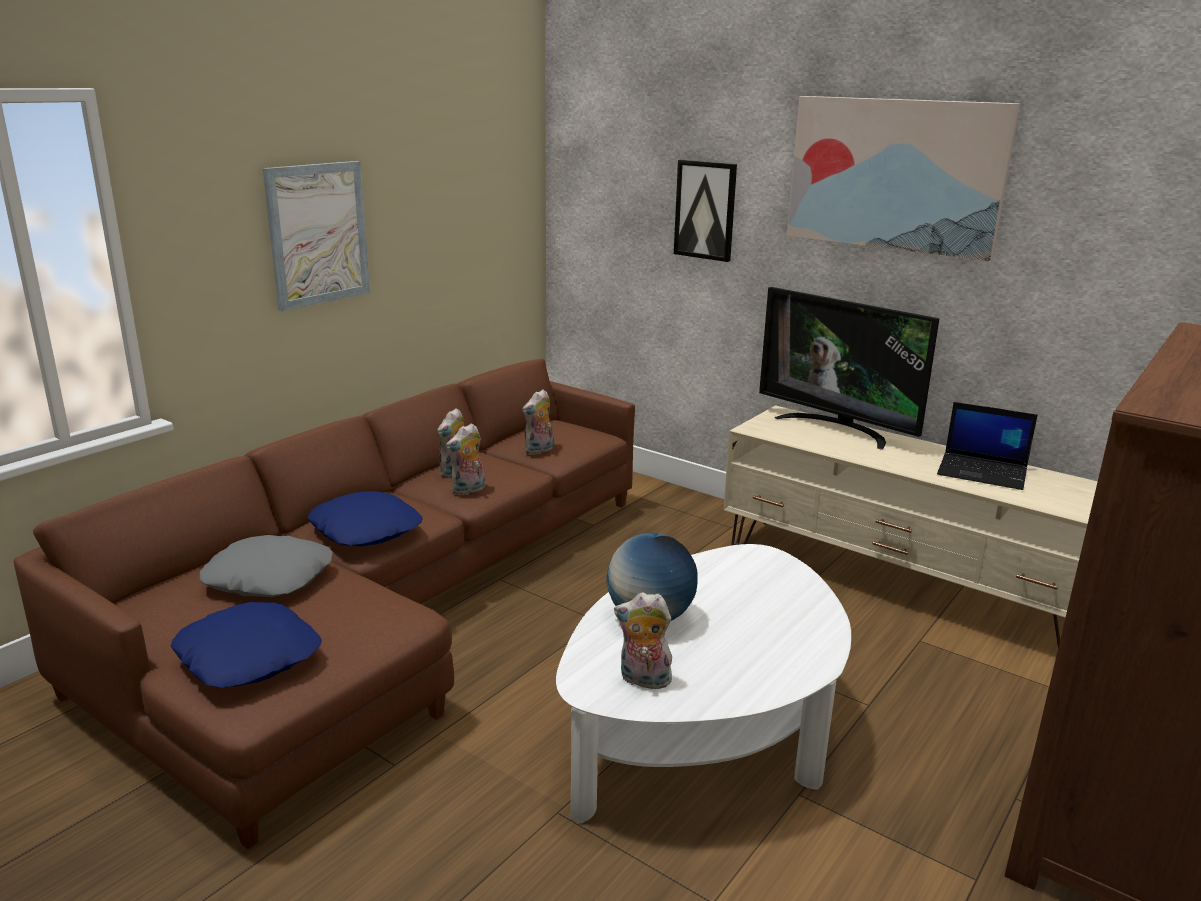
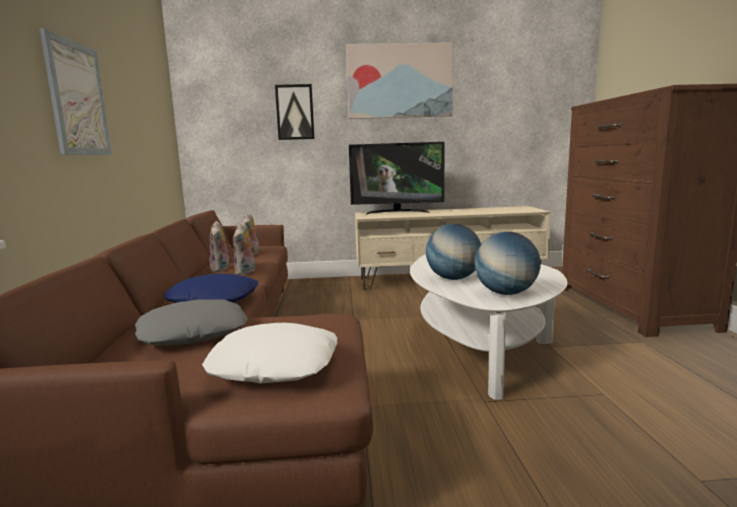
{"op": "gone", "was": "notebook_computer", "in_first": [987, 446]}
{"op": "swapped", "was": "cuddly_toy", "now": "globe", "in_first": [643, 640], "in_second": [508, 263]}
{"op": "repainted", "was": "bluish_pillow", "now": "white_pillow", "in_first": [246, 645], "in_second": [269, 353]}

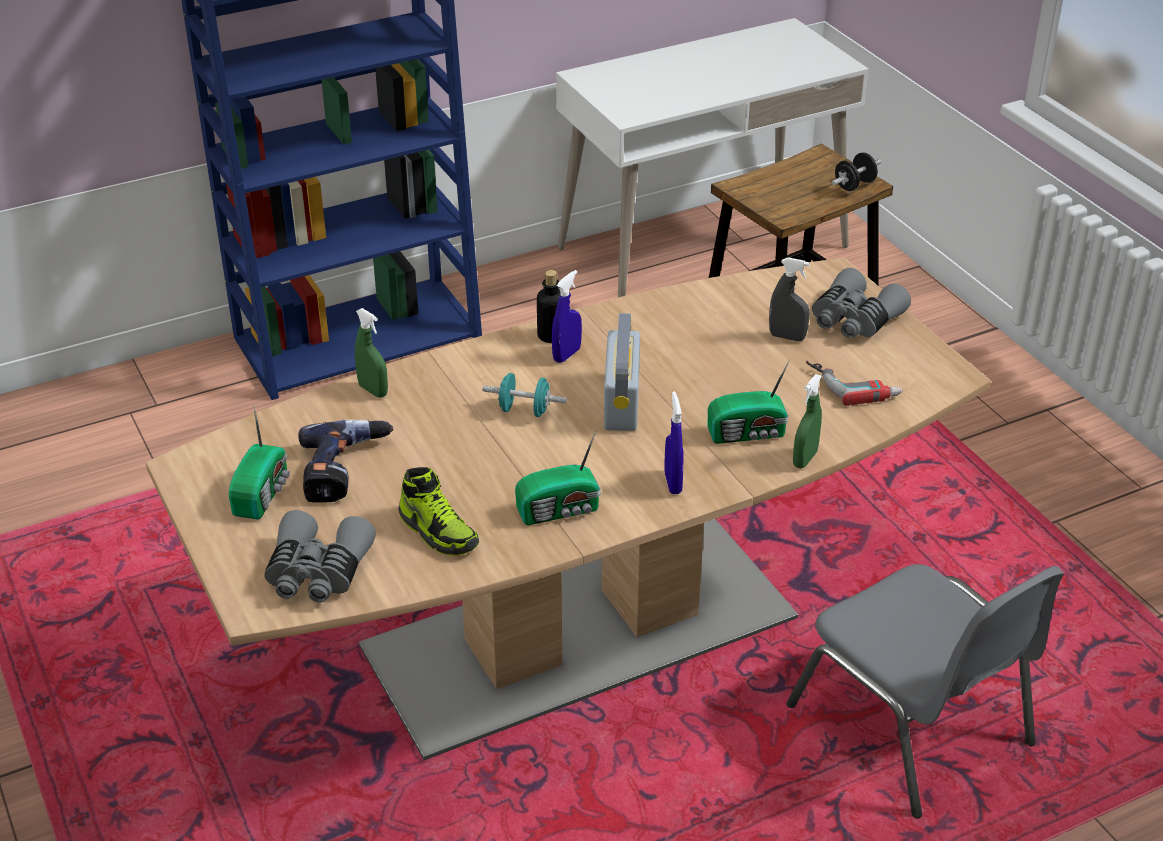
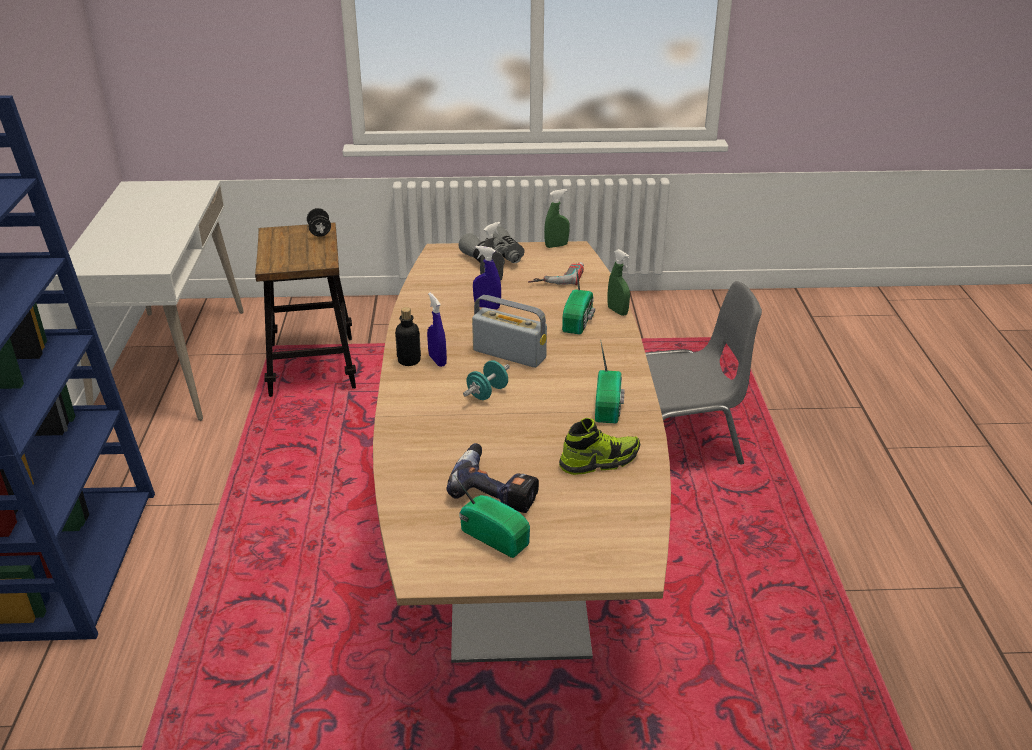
{"op": "shifted", "was": "greenish_sprayer", "in_first": [371, 353], "in_second": [557, 218]}
{"op": "shifted", "was": "bluish_sprayer", "in_first": [674, 442], "in_second": [487, 277]}
{"op": "gone", "was": "grey_binoculars", "in_first": [320, 556]}

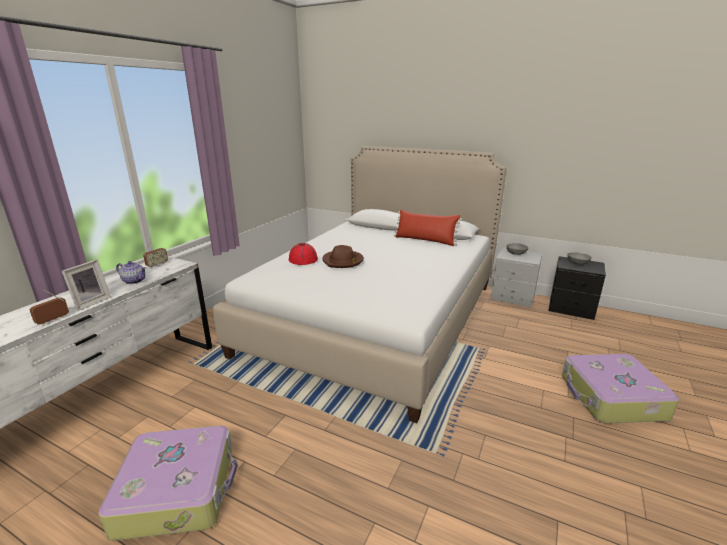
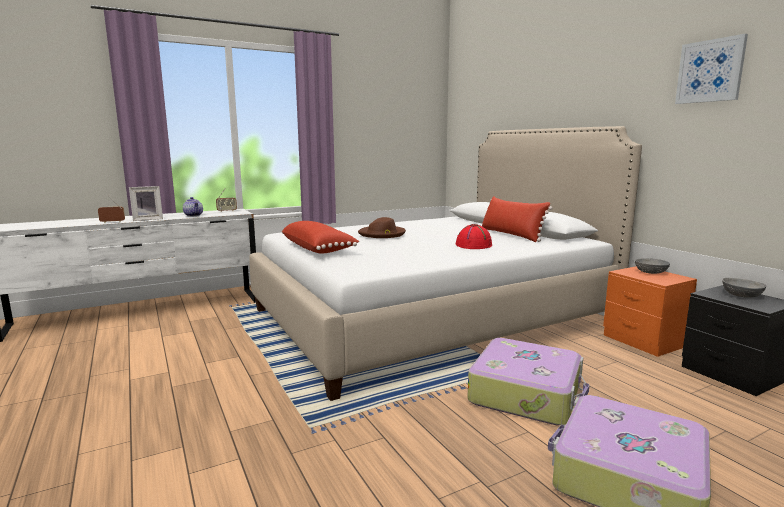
{"op": "shifted", "was": "red-coloured_clothing_hat", "in_first": [303, 254], "in_second": [474, 236]}
{"op": "repainted", "was": "grey_bedside_table", "now": "orangey_bedside_table", "in_first": [516, 278], "in_second": [650, 311]}
{"op": "shifted", "was": "suitcase", "in_first": [168, 483], "in_second": [528, 381]}
{"op": "new", "now": "picture", "in_second": [711, 69]}
{"op": "new", "now": "red-coloured_pillow", "in_second": [320, 237]}

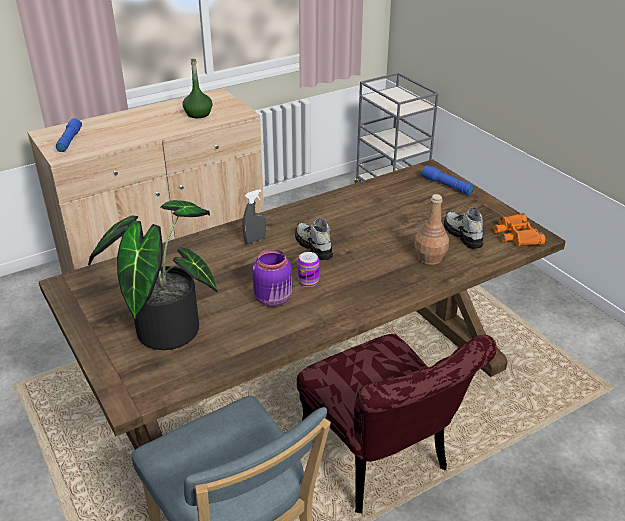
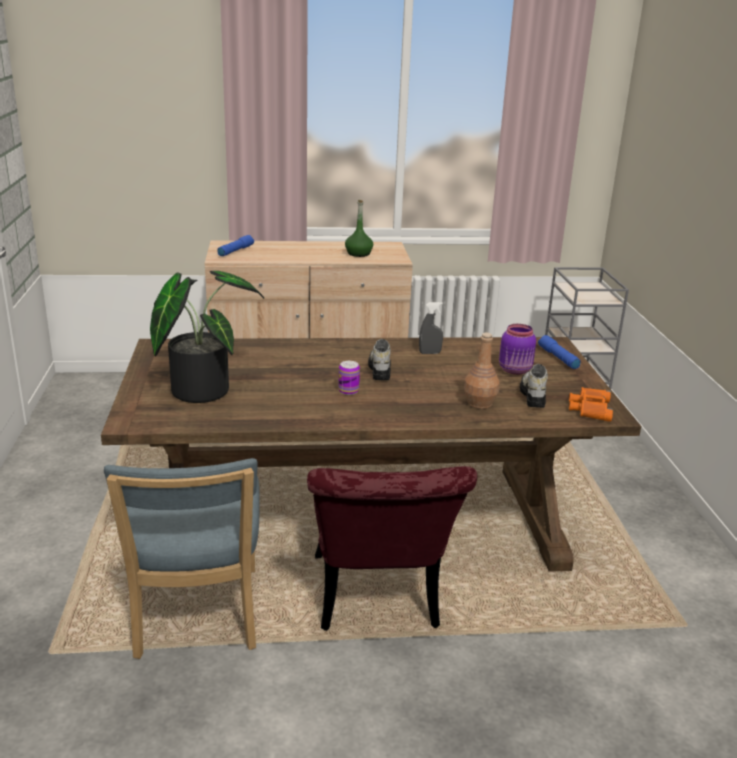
{"op": "shifted", "was": "grey_sprayer", "in_first": [254, 216], "in_second": [431, 328]}
{"op": "shifted", "was": "purplish_jar", "in_first": [272, 278], "in_second": [517, 349]}

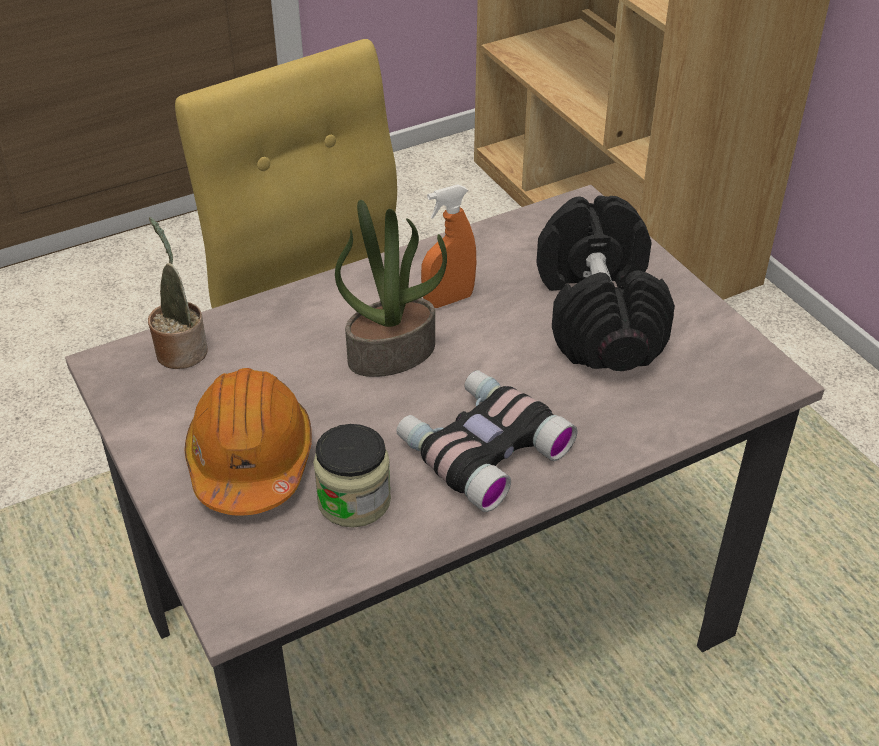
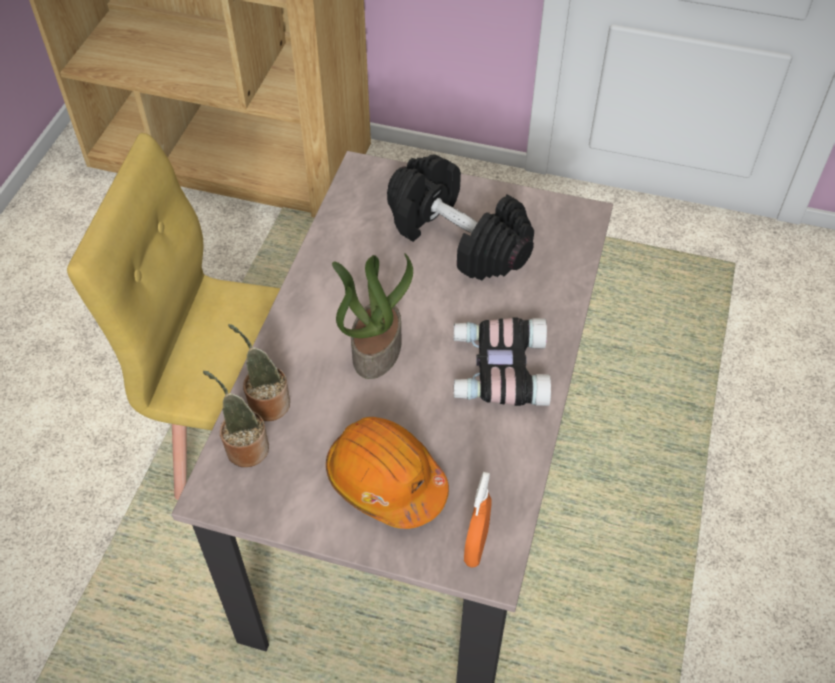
{"op": "shifted", "was": "orangey_sprayer", "in_first": [448, 246], "in_second": [477, 520]}
{"op": "gone", "was": "jar", "in_first": [352, 476]}
{"op": "new", "now": "potted_plant", "in_second": [259, 372]}

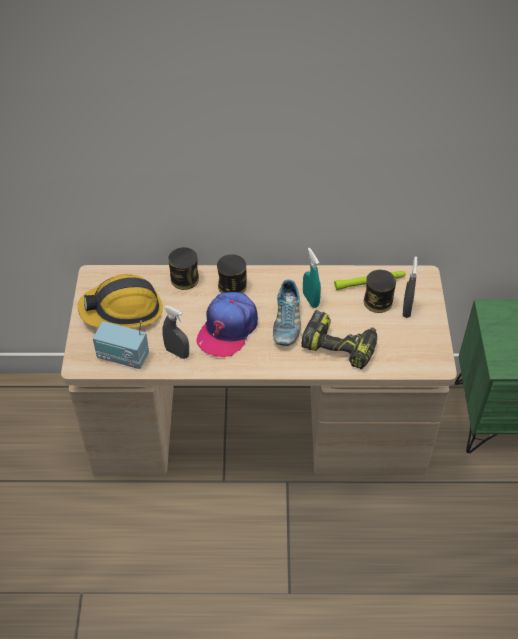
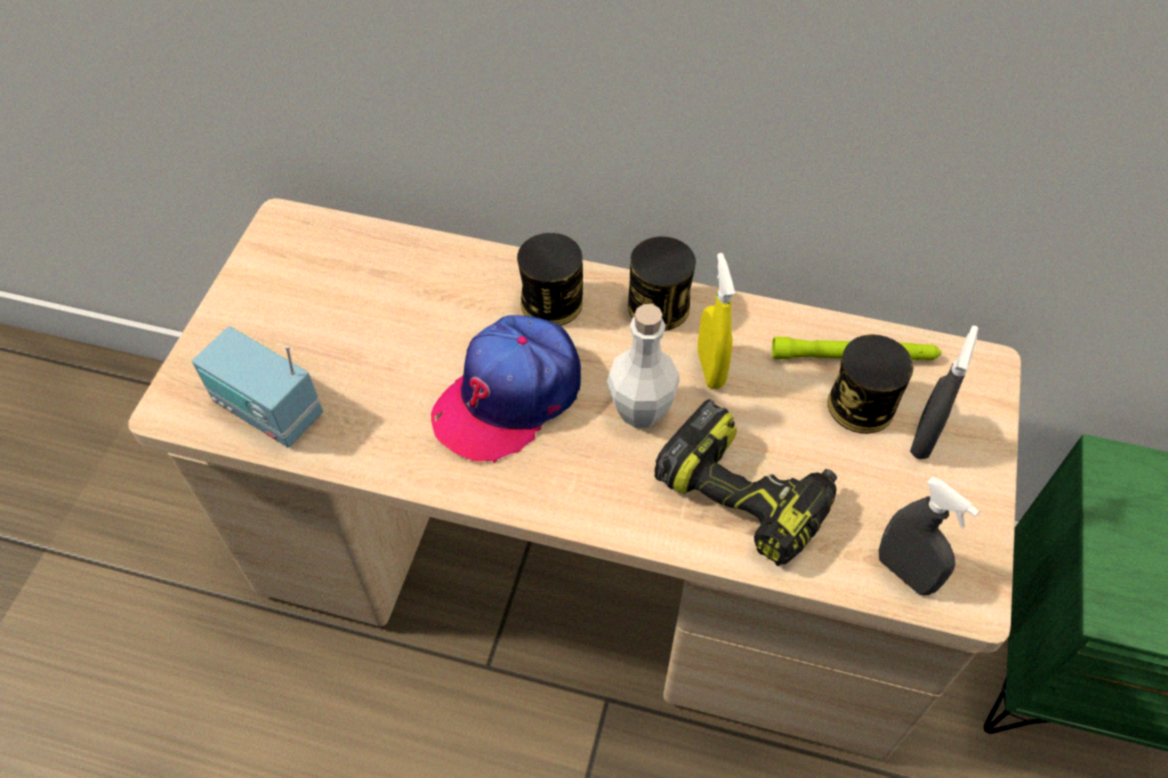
{"op": "shifted", "was": "sealed_can", "in_first": [183, 268], "in_second": [662, 284]}
{"op": "repainted", "was": "blue-green_sprayer", "now": "yellow-coloured_sprayer", "in_first": [312, 278], "in_second": [716, 321]}
{"op": "gone", "was": "work_helmet", "in_first": [120, 301]}
{"op": "swapped", "was": "shoe", "now": "white_beverage_bottle", "in_first": [287, 312], "in_second": [643, 366]}
{"op": "shifted", "was": "grey_sprayer", "in_first": [175, 332], "in_second": [929, 536]}

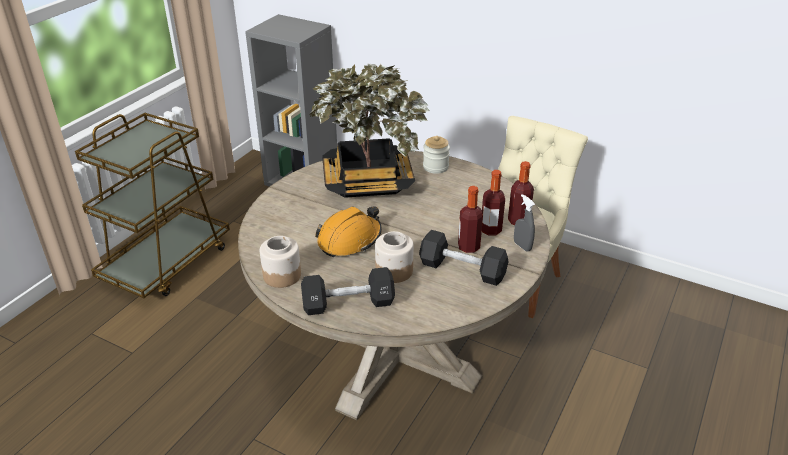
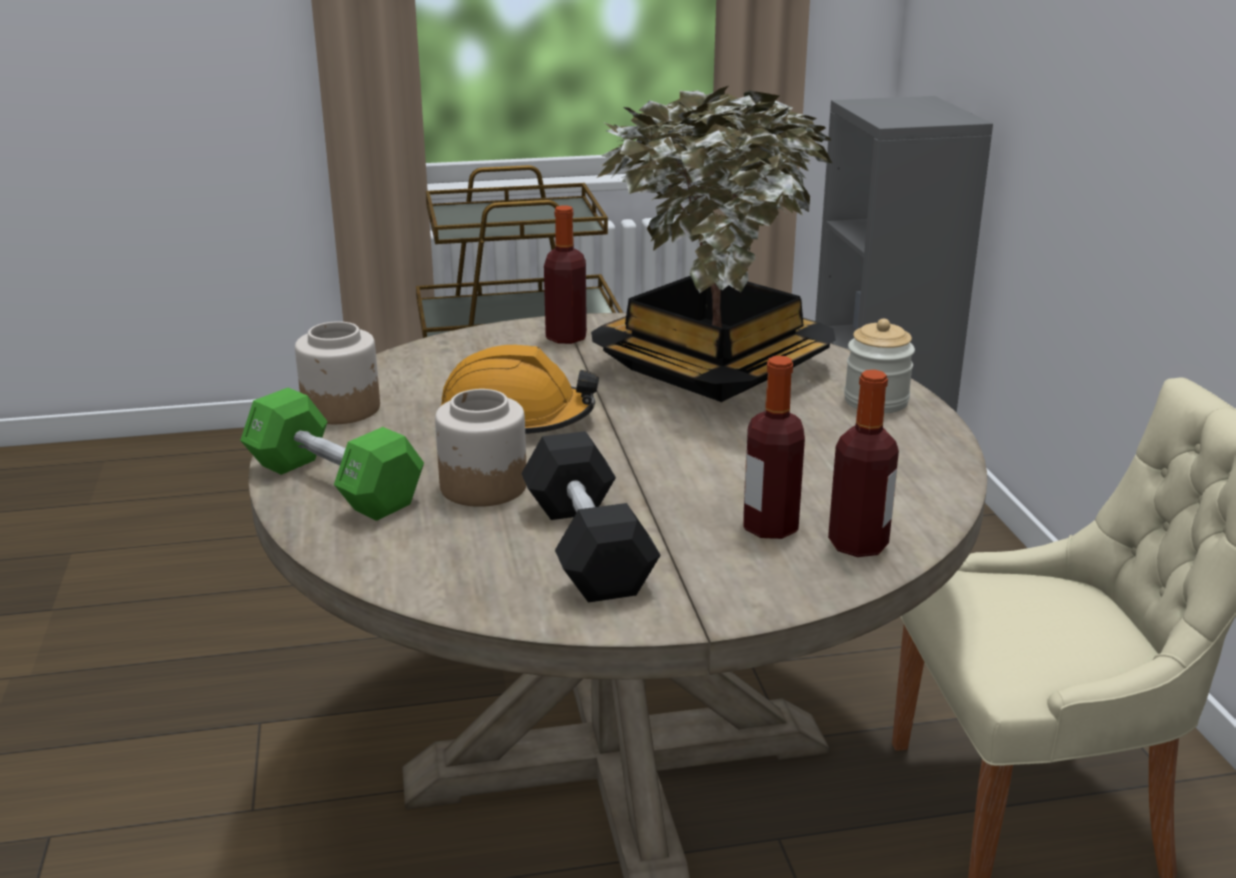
{"op": "shifted", "was": "beverage_bottle", "in_first": [470, 219], "in_second": [565, 275]}
{"op": "gone", "was": "grey_sprayer", "in_first": [524, 223]}
{"op": "repainted", "was": "black_free_weight", "now": "greenish_free_weight", "in_first": [348, 291], "in_second": [332, 454]}

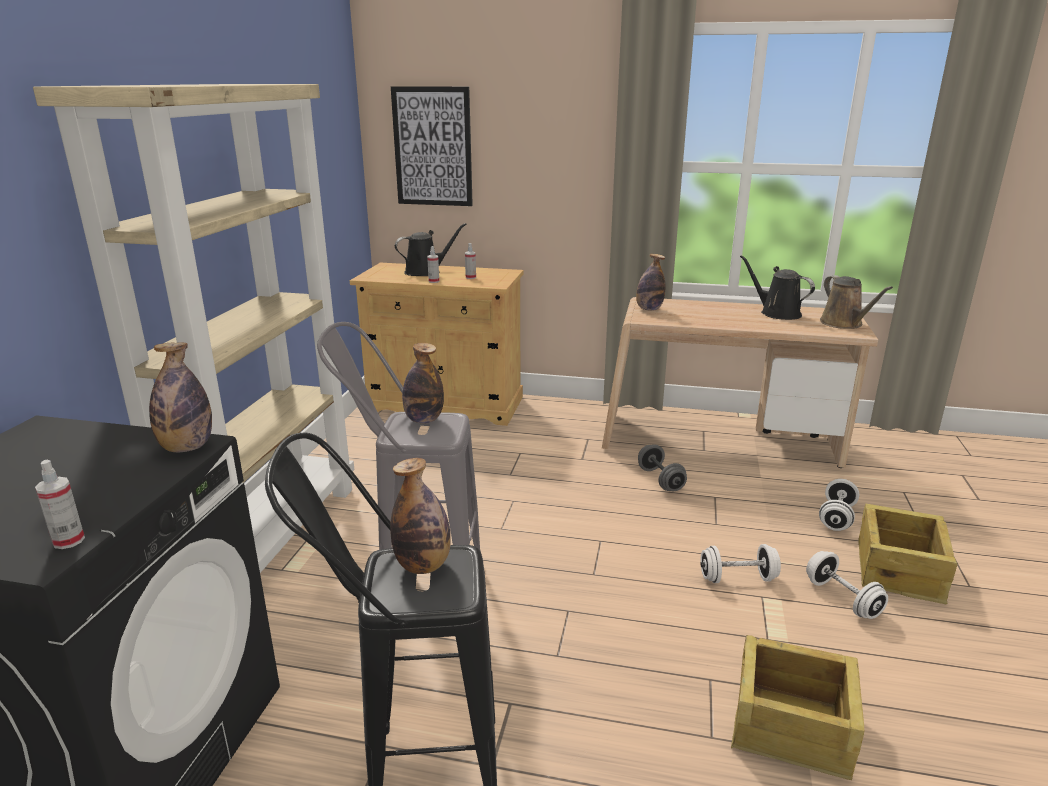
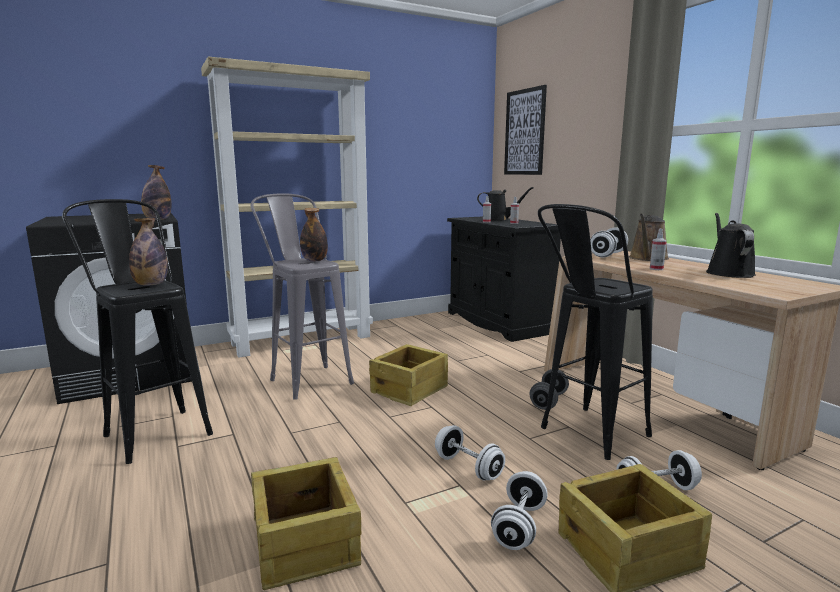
{"op": "swapped", "was": "beverage_bottle", "now": "white_free_weight", "in_first": [650, 282], "in_second": [609, 242]}
{"op": "repainted", "was": "beige-coloured_cabinet", "now": "black_cabinet", "in_first": [437, 344], "in_second": [504, 279]}
{"op": "shifted", "was": "brownish_watering_pot", "in_first": [856, 302], "in_second": [649, 237]}
{"op": "shifted", "was": "sprayer", "in_first": [60, 504], "in_second": [658, 249]}
{"op": "new", "now": "black_stool", "in_second": [595, 332]}
{"op": "new", "now": "packing_crate", "in_second": [408, 375]}

